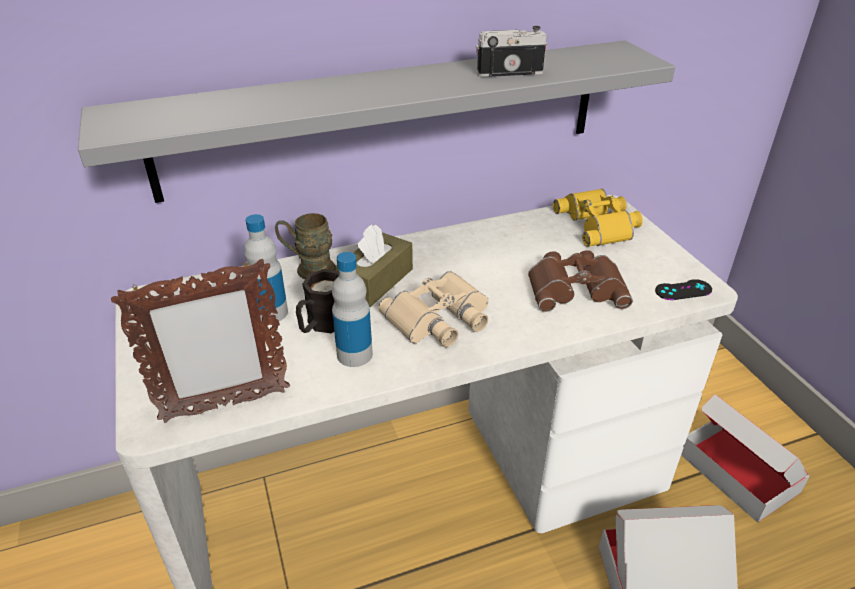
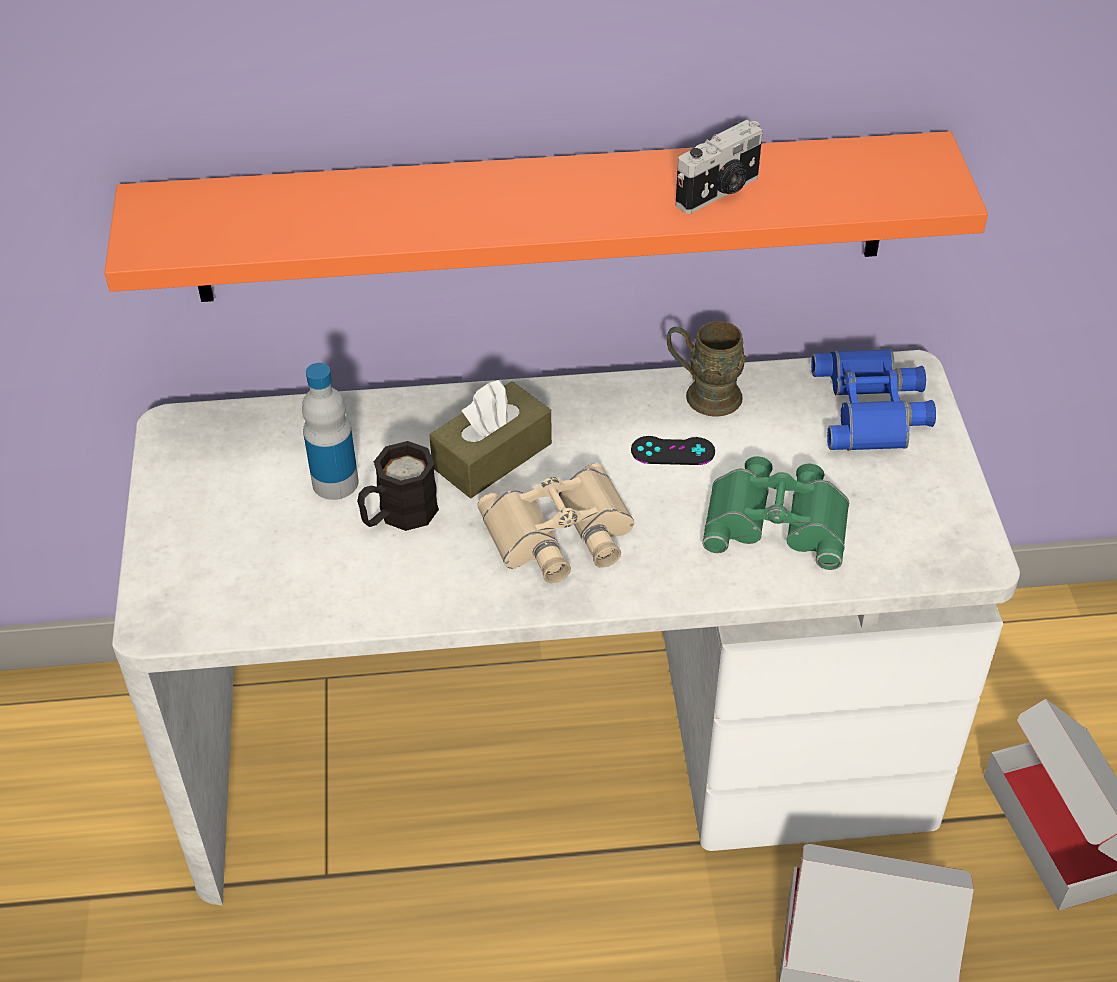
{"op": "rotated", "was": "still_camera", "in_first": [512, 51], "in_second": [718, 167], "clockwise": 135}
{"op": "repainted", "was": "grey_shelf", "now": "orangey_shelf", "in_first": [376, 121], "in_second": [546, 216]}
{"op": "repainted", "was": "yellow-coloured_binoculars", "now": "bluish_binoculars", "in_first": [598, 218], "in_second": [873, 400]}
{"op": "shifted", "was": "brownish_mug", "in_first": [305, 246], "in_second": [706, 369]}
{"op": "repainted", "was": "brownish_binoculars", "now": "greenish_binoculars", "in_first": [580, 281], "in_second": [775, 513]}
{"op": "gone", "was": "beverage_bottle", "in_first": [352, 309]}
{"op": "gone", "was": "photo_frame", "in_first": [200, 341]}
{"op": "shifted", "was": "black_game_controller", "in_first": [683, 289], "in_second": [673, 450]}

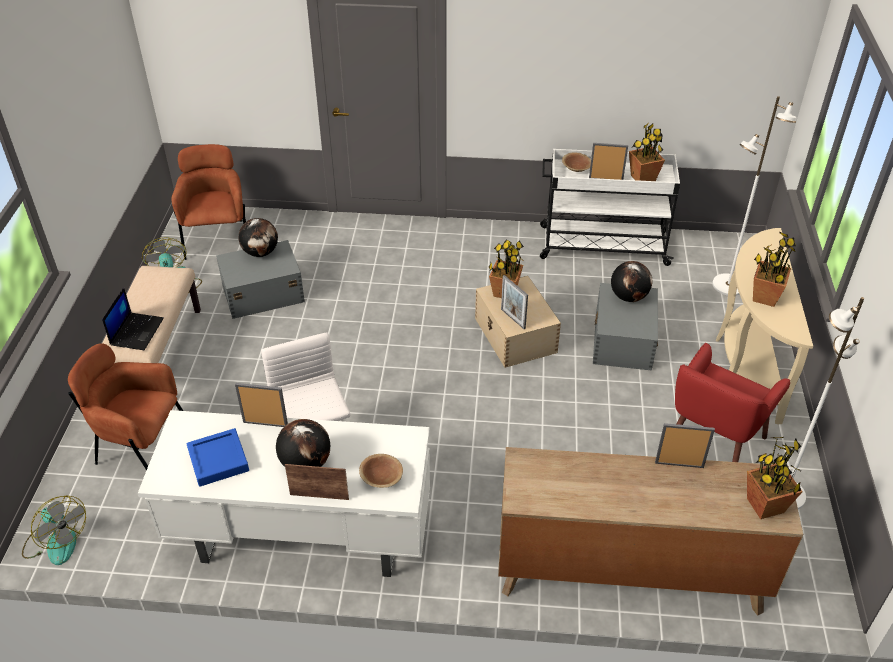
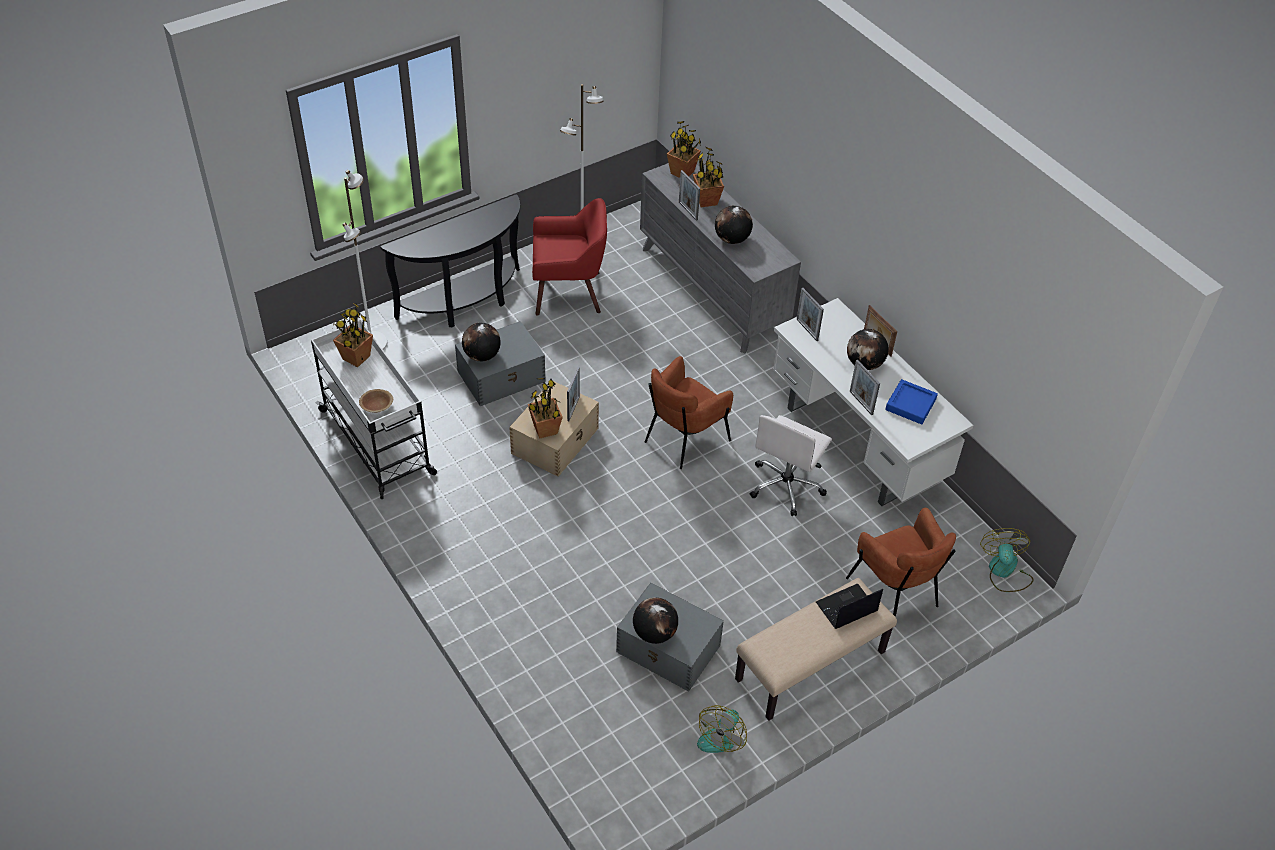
{"op": "shifted", "was": "photo_frame", "in_first": [608, 161], "in_second": [810, 314]}
{"op": "shifted", "was": "brownish_easy_chair", "in_first": [208, 202], "in_second": [689, 412]}
{"op": "repainted", "was": "beige-coloured_hall_table", "now": "black_hall_table", "in_first": [764, 326], "in_second": [450, 260]}
{"op": "shifted", "was": "potted_plant", "in_first": [775, 269], "in_second": [708, 177]}
{"op": "repainted", "was": "brownish_dresser", "now": "grey_dresser", "in_first": [650, 531], "in_second": [720, 258]}
{"op": "gone", "was": "brownish_bowl", "in_first": [381, 471]}
{"op": "new", "now": "globe", "in_second": [734, 225]}

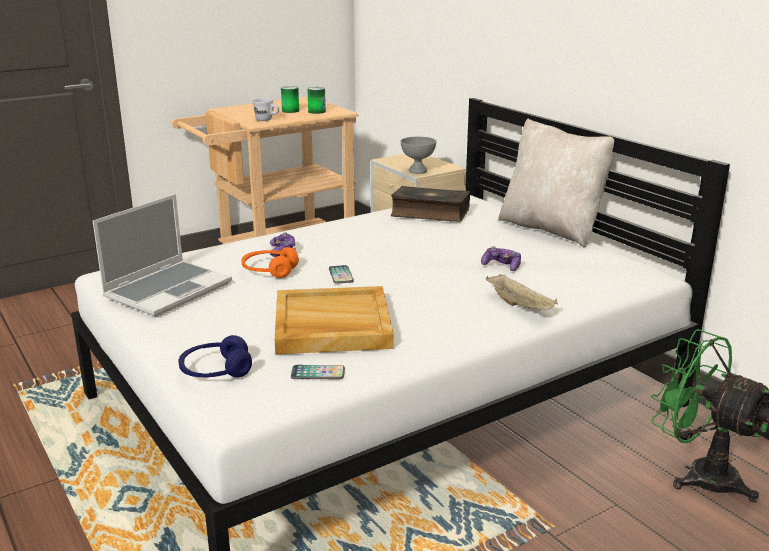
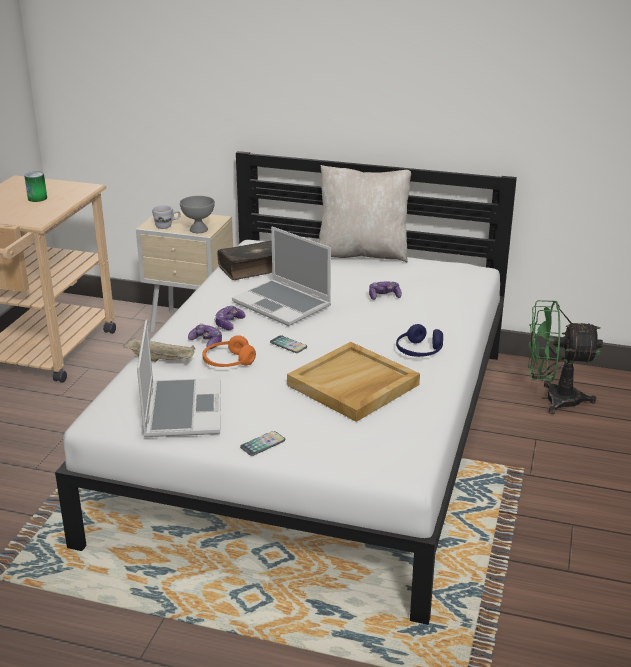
{"op": "gone", "was": "sealed_can", "in_first": [316, 100]}
{"op": "shifted", "was": "white_mug", "in_first": [266, 109], "in_second": [166, 217]}
{"op": "shifted", "was": "beige-coloured_carrying_tray", "in_first": [522, 292], "in_second": [159, 350]}
{"op": "shifted", "was": "bluish_headset", "in_first": [215, 356], "in_second": [419, 340]}
{"op": "shifted", "was": "phone", "in_first": [318, 372], "in_second": [262, 443]}
{"op": "new", "now": "notebook_computer", "in_second": [281, 276]}
{"op": "new", "now": "game_controller", "in_second": [229, 318]}

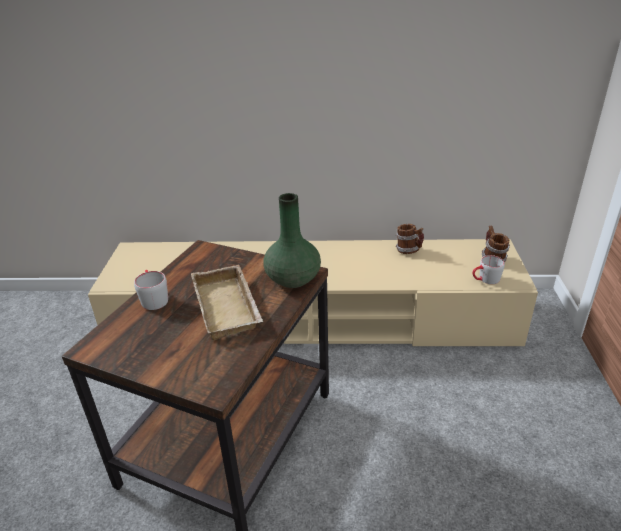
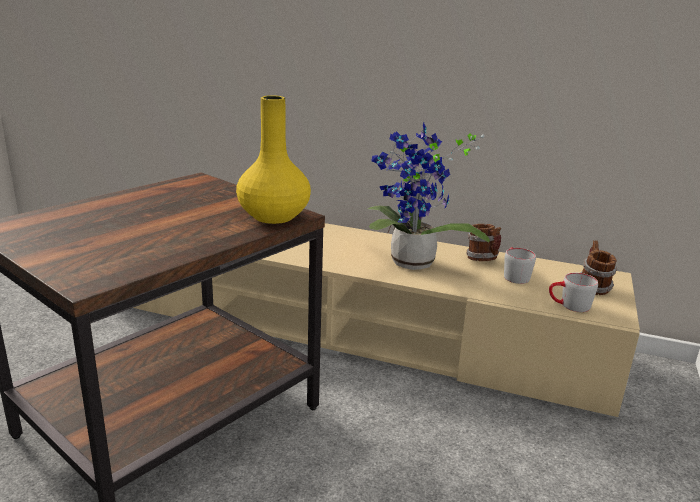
{"op": "repainted", "was": "greenish_vase", "now": "yellow-coloured_vase", "in_first": [292, 240], "in_second": [273, 159]}
{"op": "gone", "was": "beige-coloured_carrying_tray", "in_first": [227, 302]}
{"op": "shifted", "was": "grey_mug", "in_first": [151, 290], "in_second": [520, 265]}
{"op": "new", "now": "potted_plant", "in_second": [429, 196]}

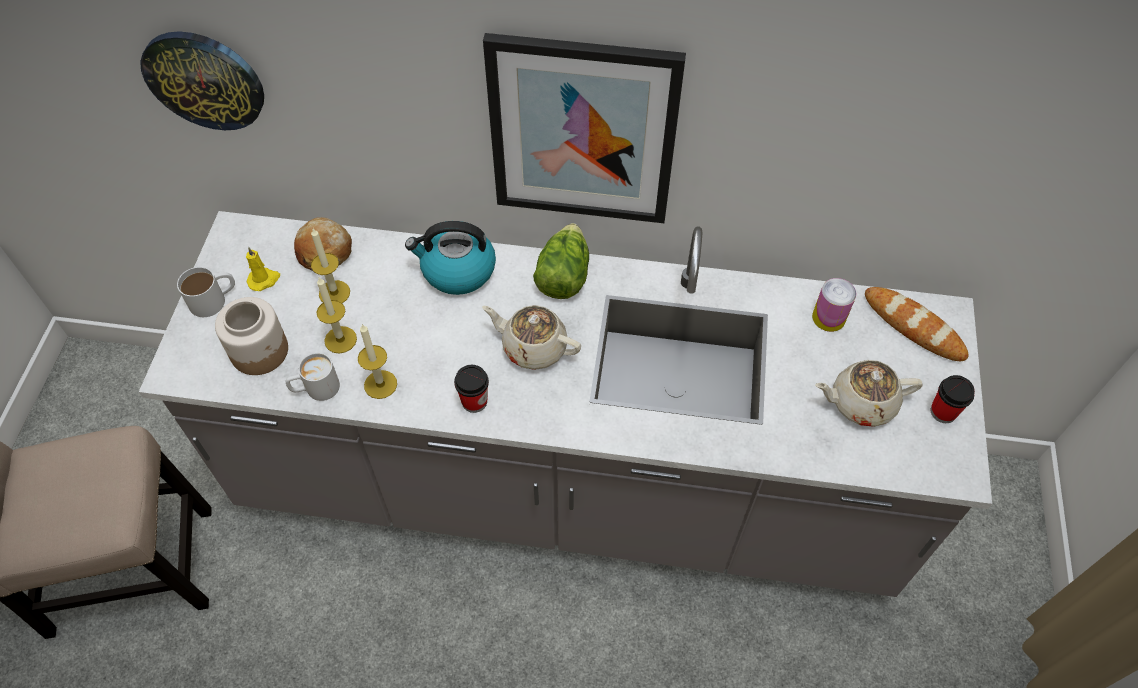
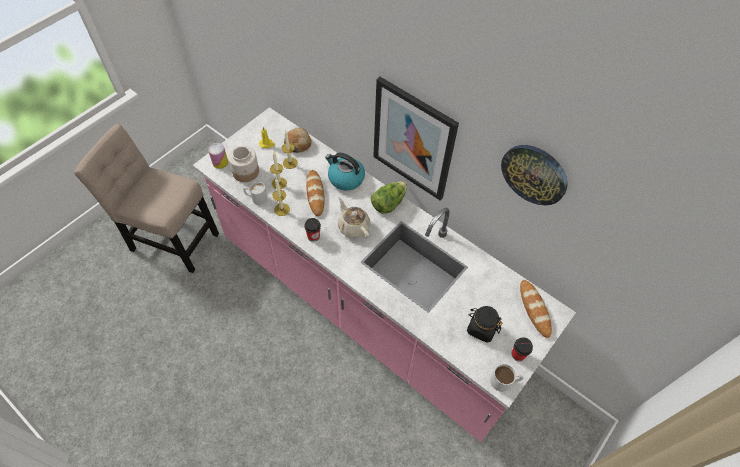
{"op": "shifted", "was": "clock_on_the_wall", "in_first": [202, 80], "in_second": [534, 175]}
{"op": "repainted", "was": "grey_kitchen_counter", "now": "pinkish_kitchen_counter", "in_first": [565, 404], "in_second": [384, 274]}
{"op": "shifted", "was": "white_mug", "in_first": [206, 292], "in_second": [507, 378]}
{"op": "shifted", "was": "sealed_can", "in_first": [834, 305], "in_second": [218, 156]}
{"op": "swapped", "was": "beige-coloured_pot_for_tea", "now": "black_jar", "in_first": [868, 393], "in_second": [484, 324]}
{"op": "new", "now": "bread", "in_second": [315, 193]}

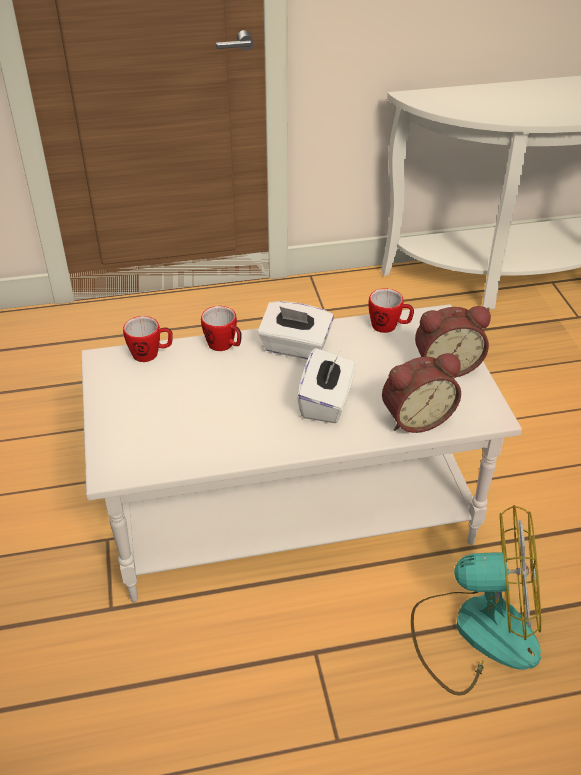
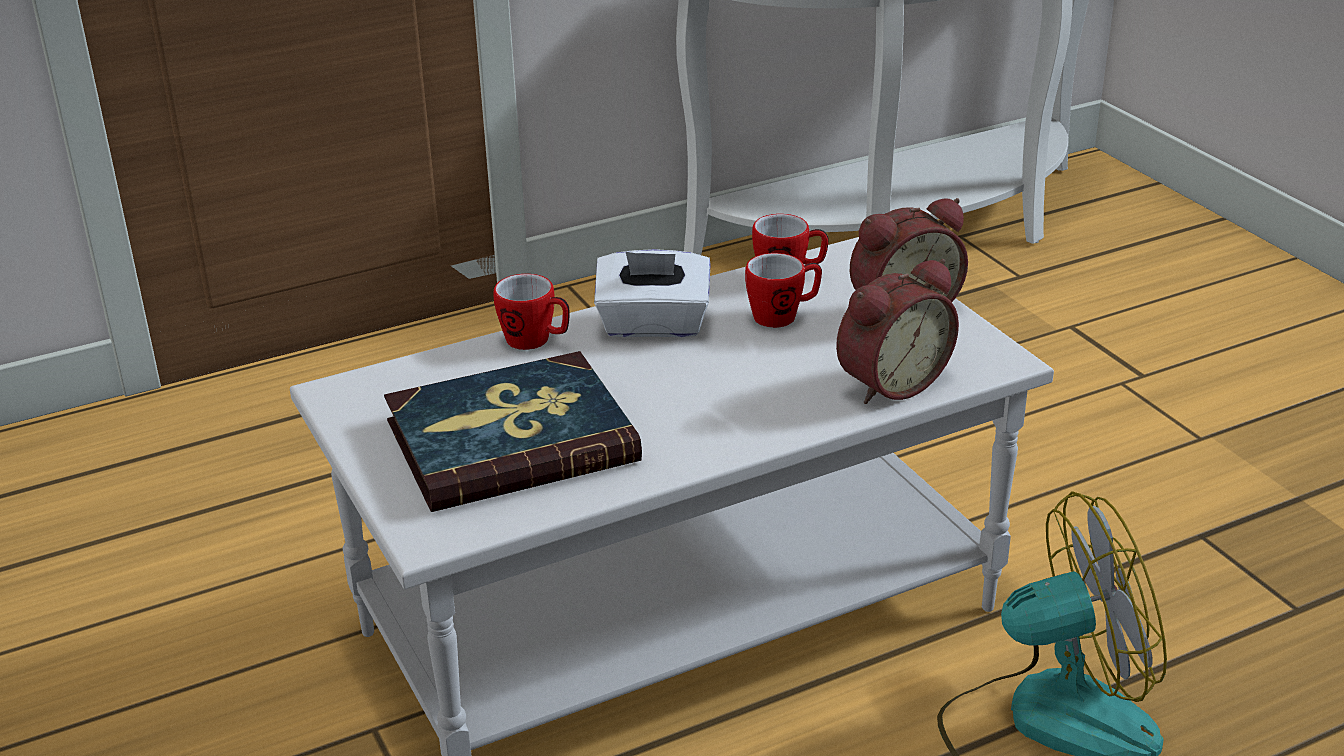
{"op": "shifted", "was": "mug", "in_first": [148, 339], "in_second": [783, 290]}
{"op": "gone", "was": "white_tissue_holder", "in_first": [326, 385]}
{"op": "new", "now": "book", "in_second": [513, 431]}

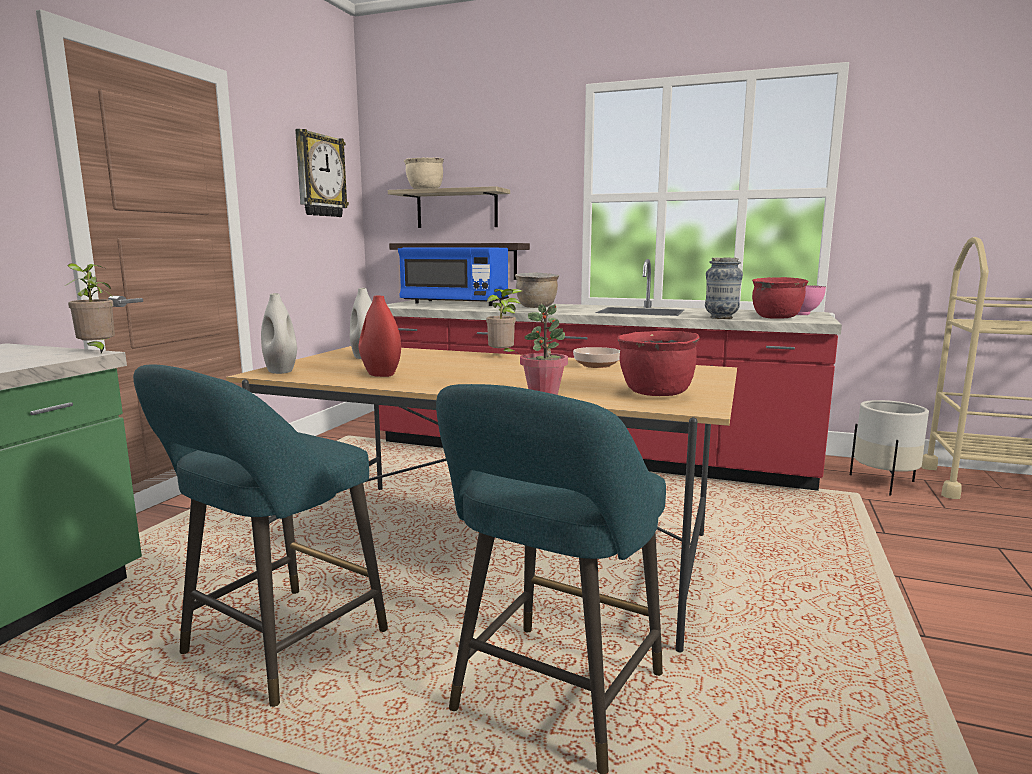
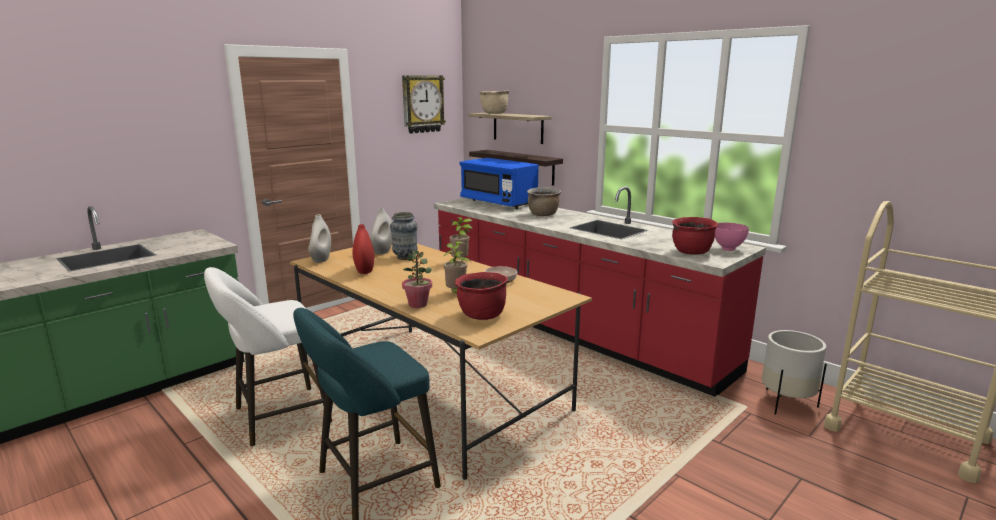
{"op": "shifted", "was": "vase", "in_first": [724, 288], "in_second": [404, 236]}
{"op": "shifted", "was": "potted_plant", "in_first": [90, 308], "in_second": [455, 267]}
{"op": "repainted", "was": "blue-green_stool", "now": "white_stool", "in_first": [260, 536], "in_second": [268, 356]}

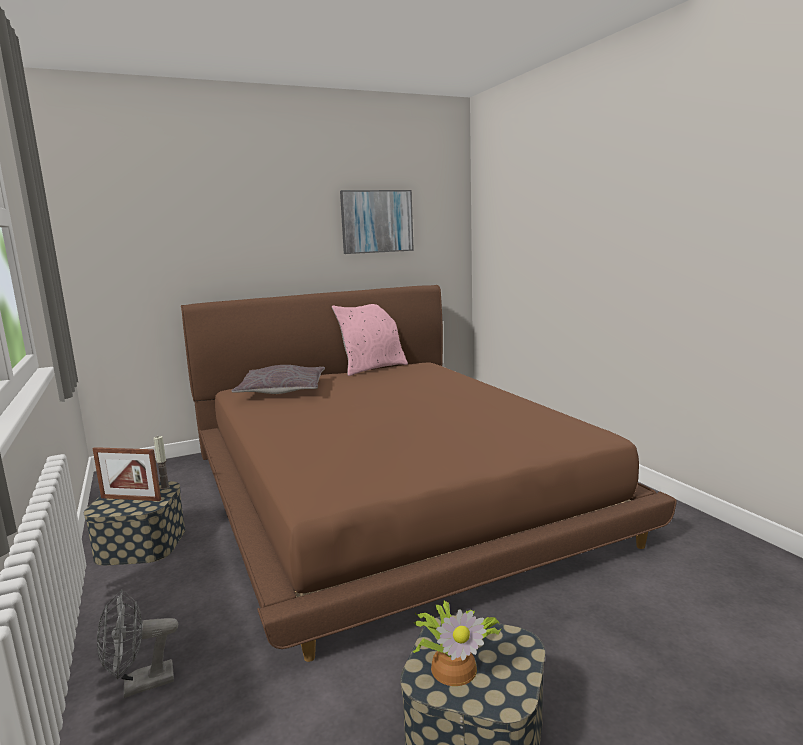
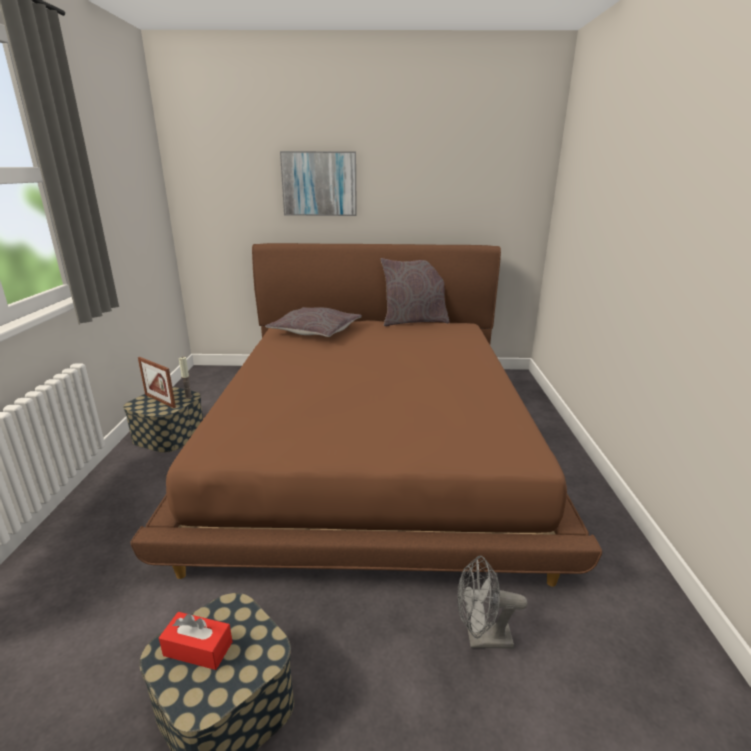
{"op": "shifted", "was": "picture", "in_first": [377, 222], "in_second": [318, 183]}
{"op": "repainted", "was": "pinkish_pillow", "now": "grey_pillow", "in_first": [370, 340], "in_second": [415, 292]}
{"op": "shifted", "was": "grey_cooling_fan", "in_first": [137, 643], "in_second": [492, 602]}
{"op": "swapped", "was": "potted_plant", "now": "red-coloured_tissue_holder", "in_first": [457, 643], "in_second": [195, 641]}

